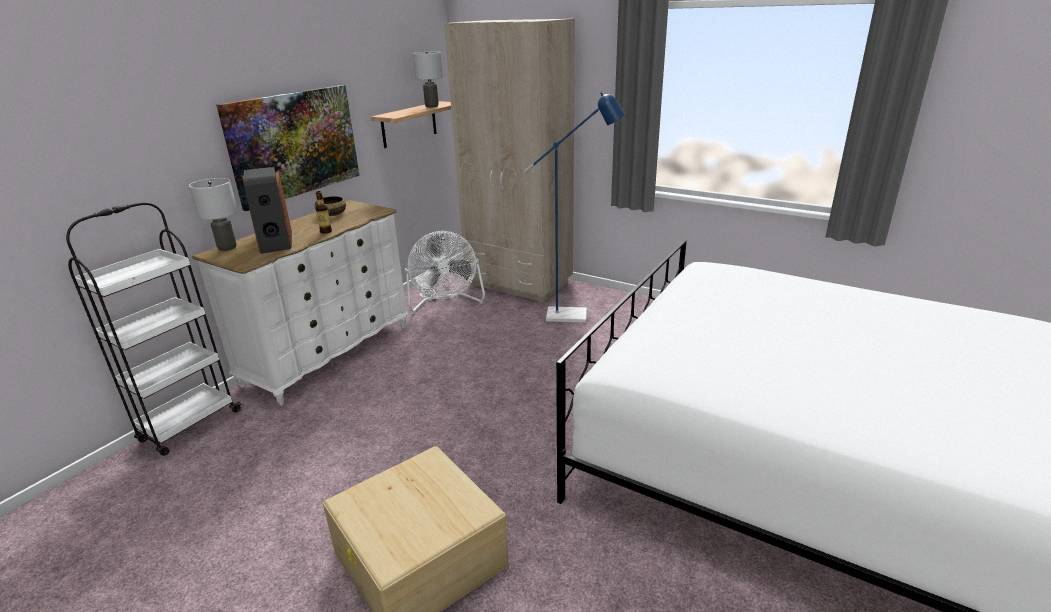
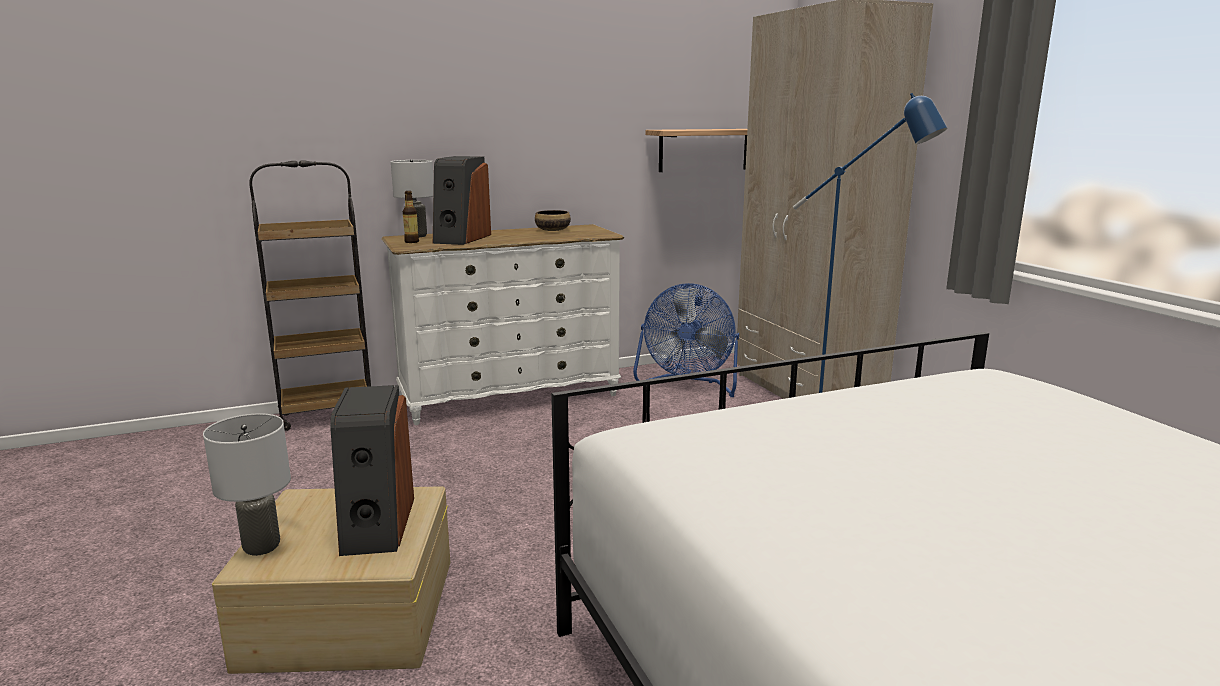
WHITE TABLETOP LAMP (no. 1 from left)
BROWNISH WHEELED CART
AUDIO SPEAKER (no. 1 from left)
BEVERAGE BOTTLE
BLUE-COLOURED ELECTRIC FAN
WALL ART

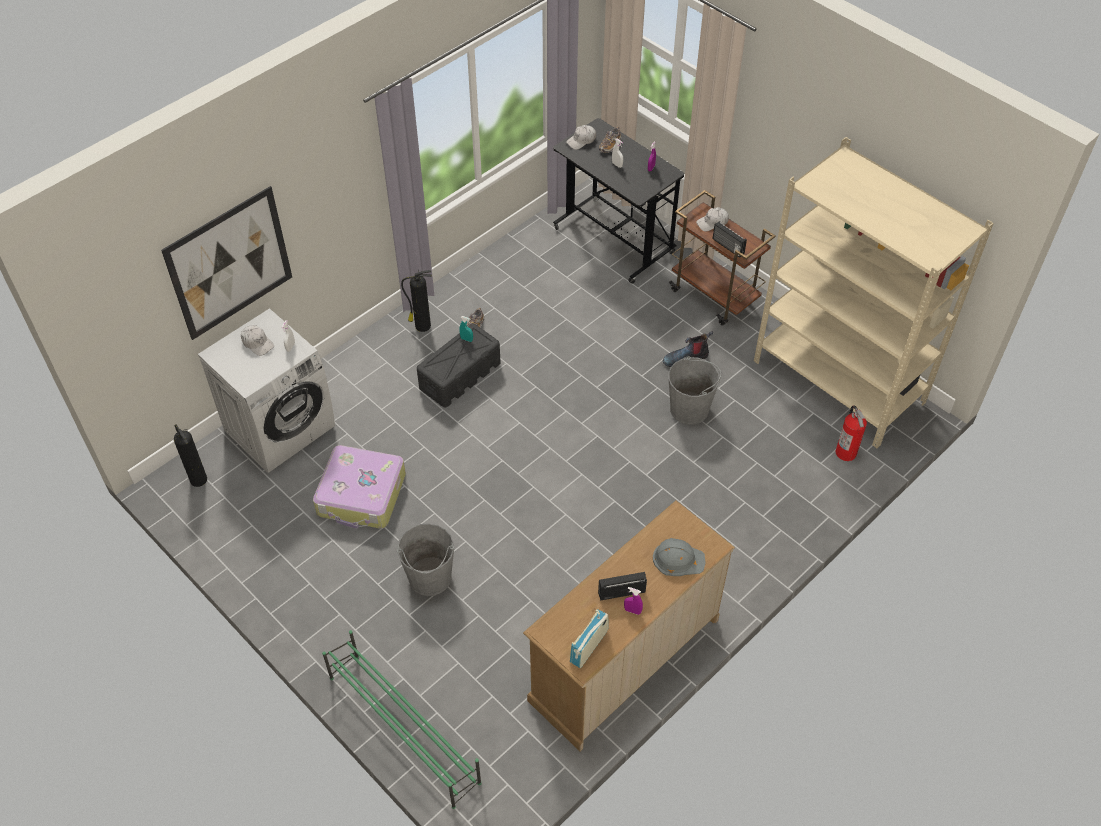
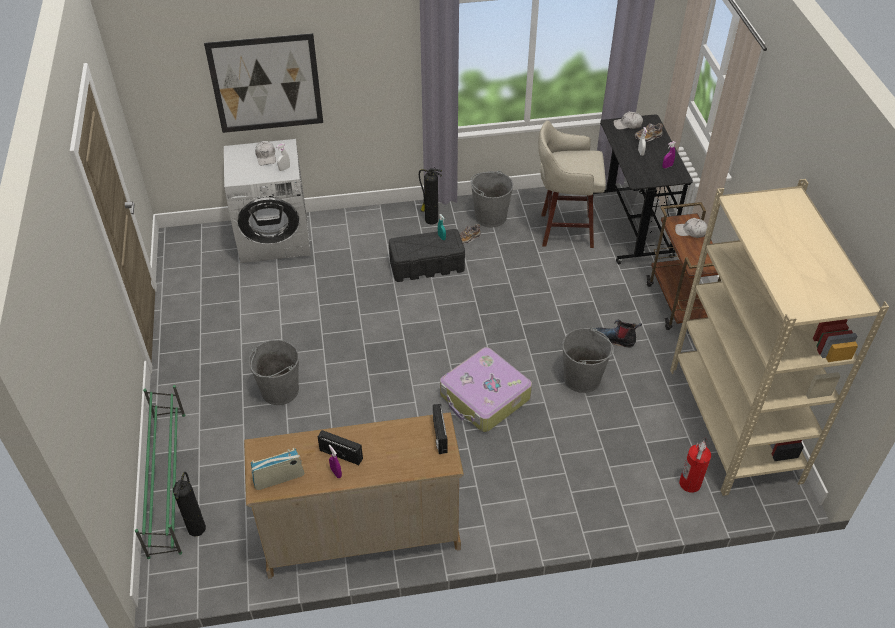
EXTINGUISHER (no. 1 from left)
RADIO RECEIVER (no. 3 from left)
PIECE OF LUGGAGE
GREY PAIL (no. 2 from left)
BEIGE-COLOURED SITTING STOOL
GREY HARD HAT

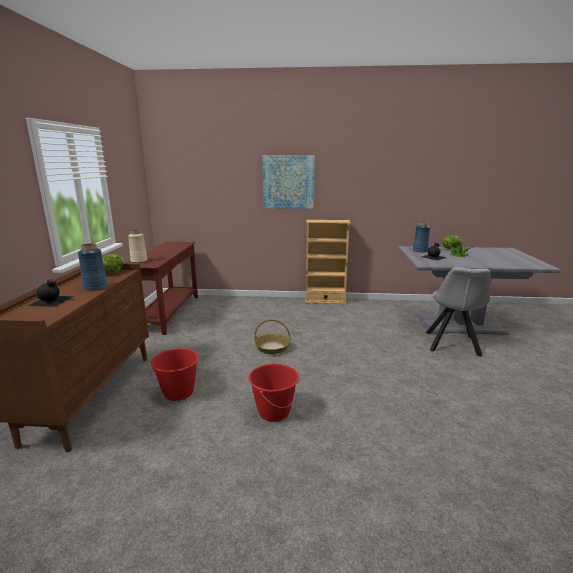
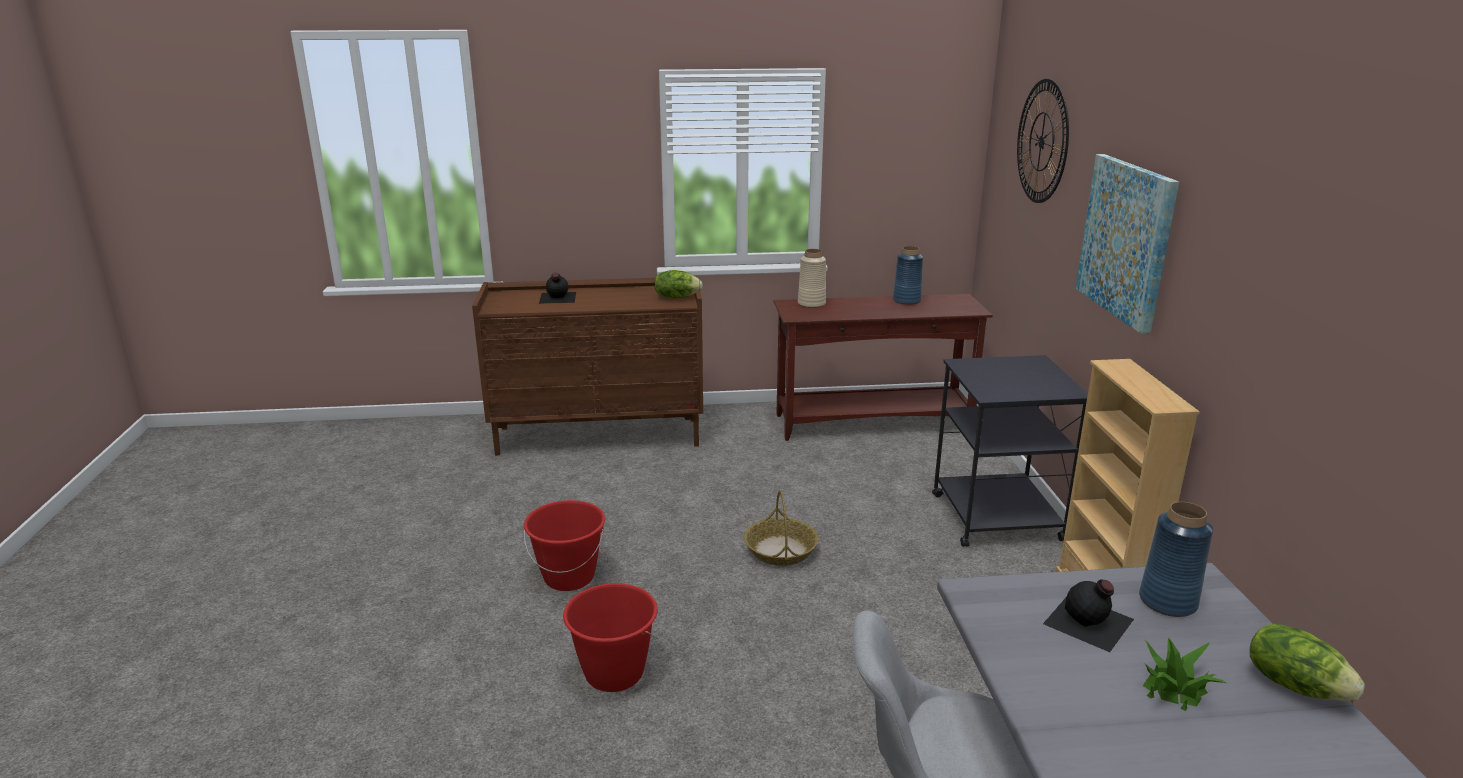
RED-COLOURED PAIL (no. 2 from left)
BLUE-COLOURED DECORATIVE VASE (no. 1 from left)
BLACK-COLOURED WHEELED CART
CLOCK ON THE WALL

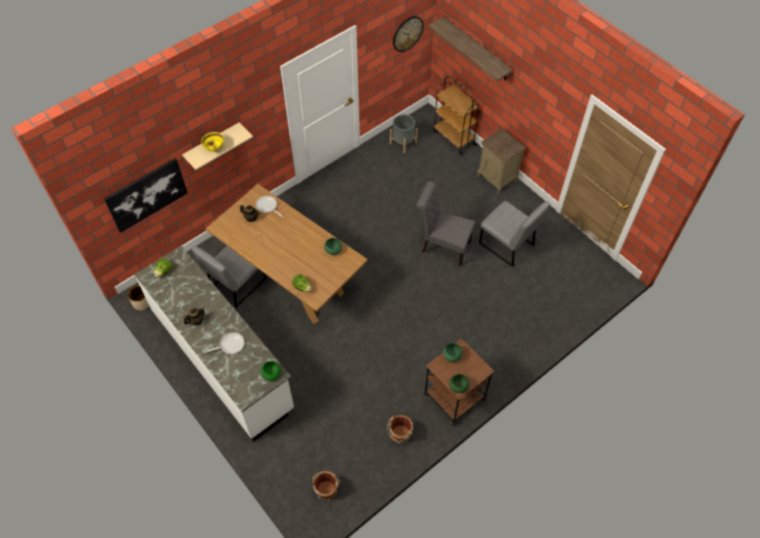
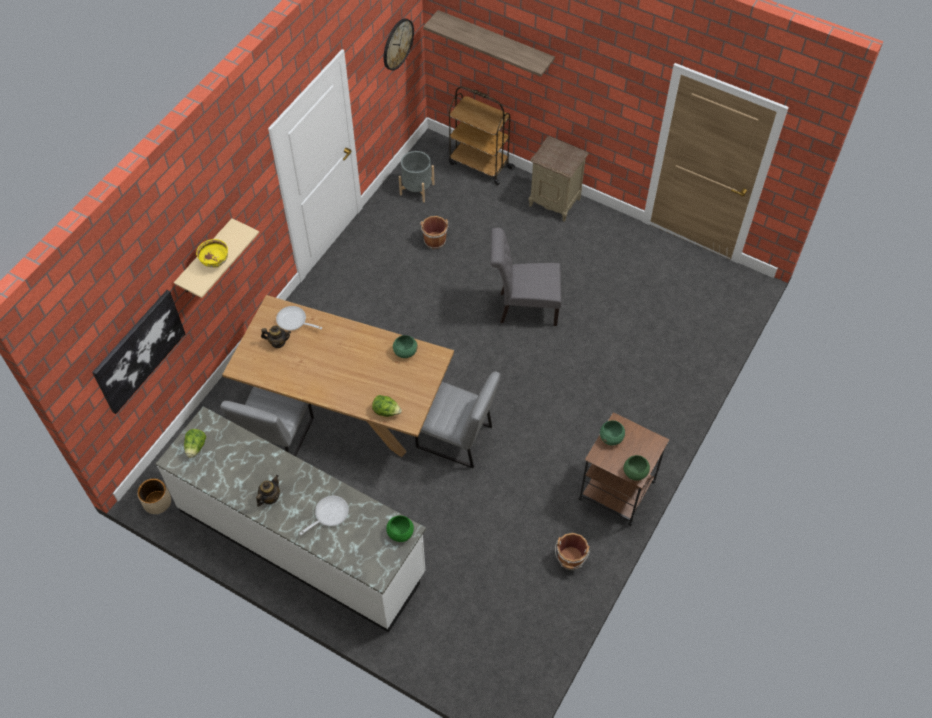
GREY CHAIR (no. 2 from left)
BROWNISH PAIL (no. 1 from left)

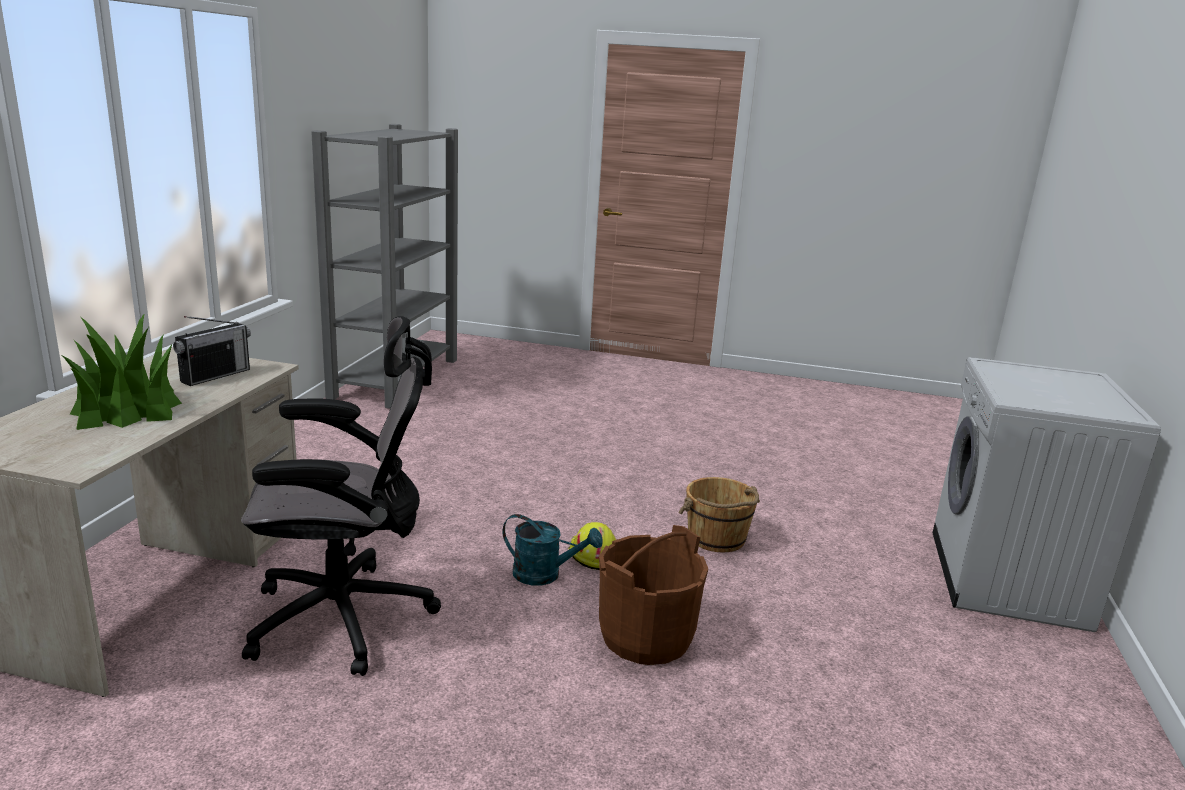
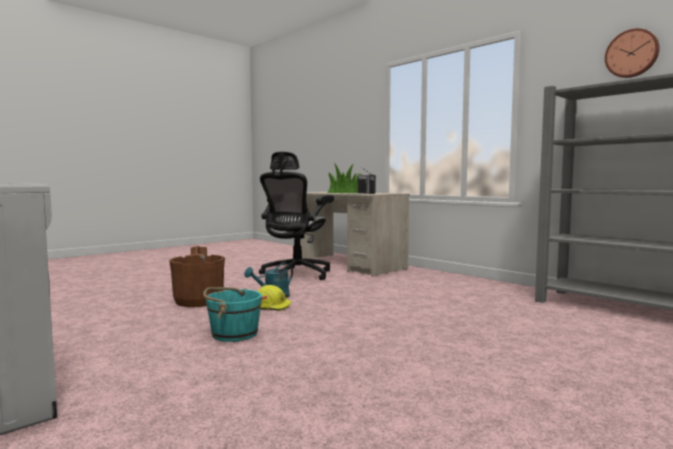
TURQUOISE PAIL
CLOCK ON THE WALL

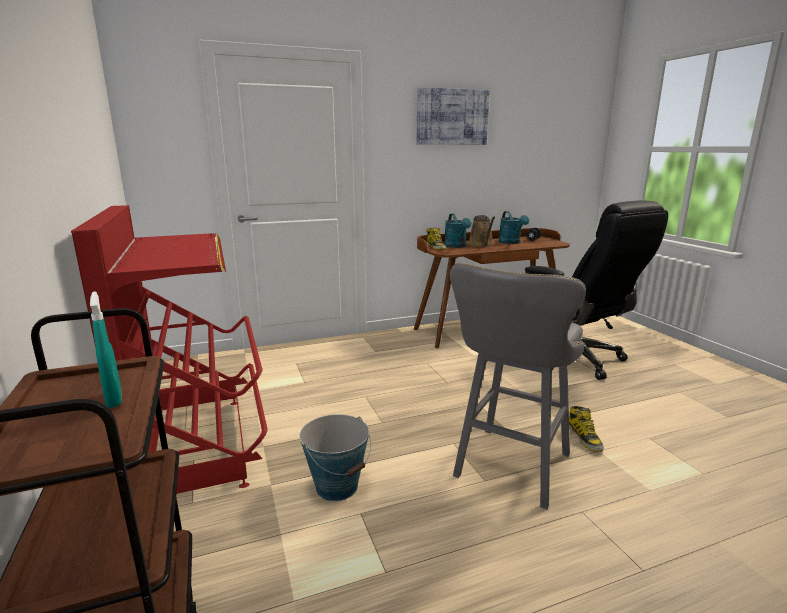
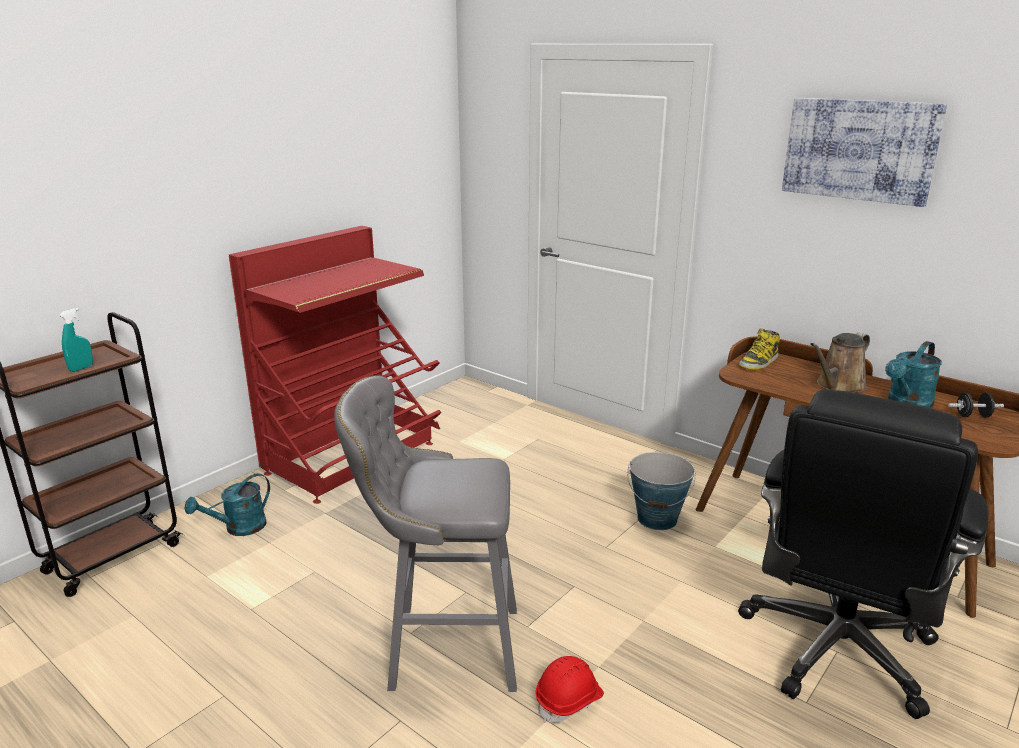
TURQUOISE SPRINKLING CAN (no. 1 from left)
RED-COLOURED HARD HAT
PAIL

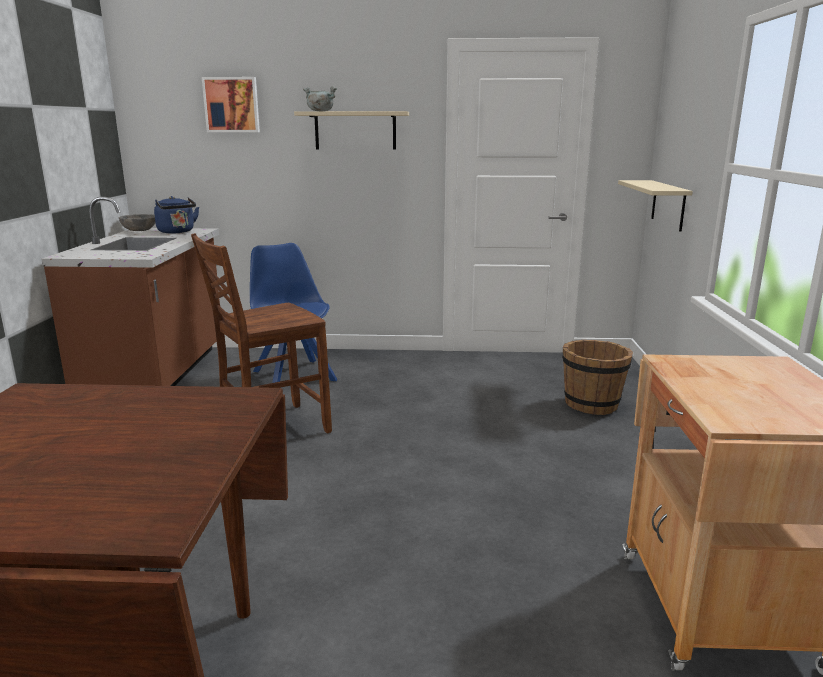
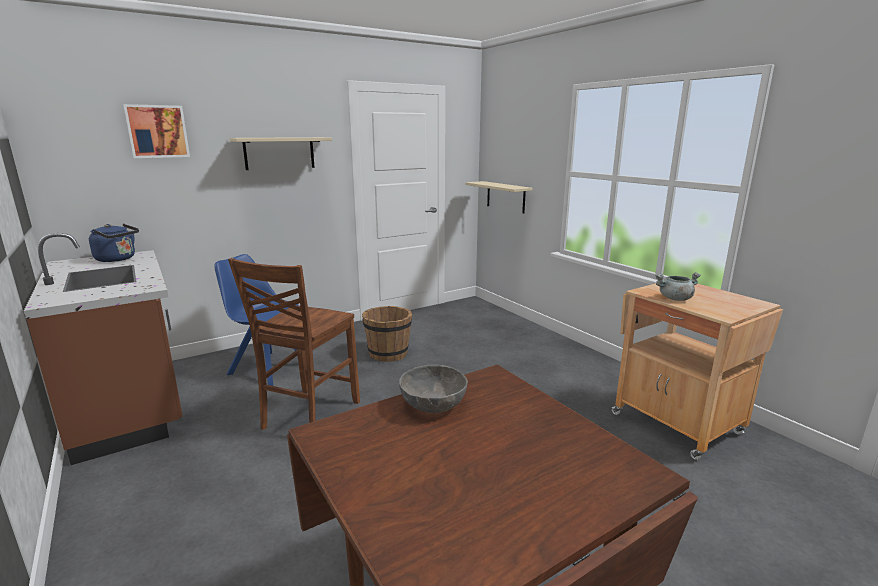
BROWNISH PAIL
GREY SERVING BOWL
GREY COOKING POT

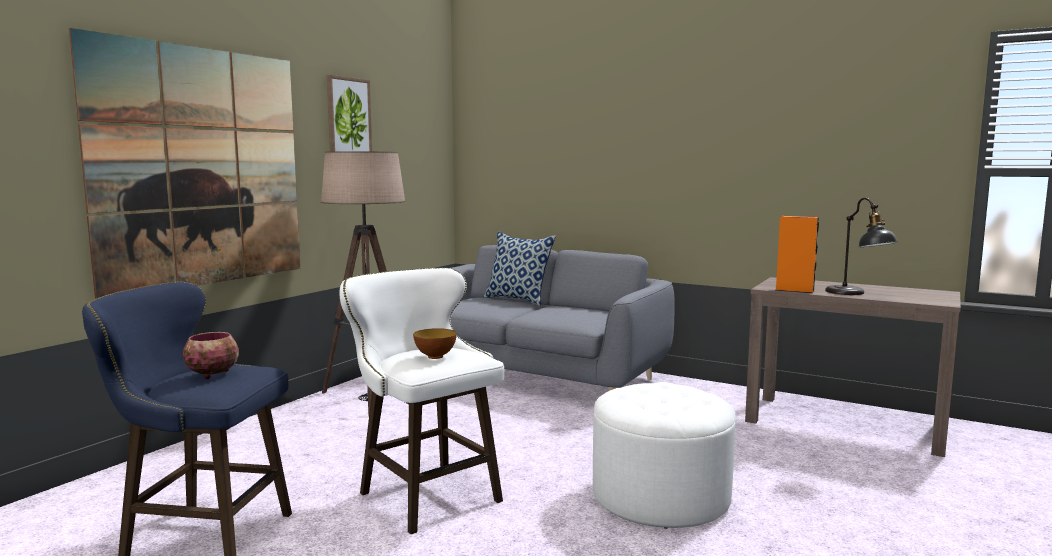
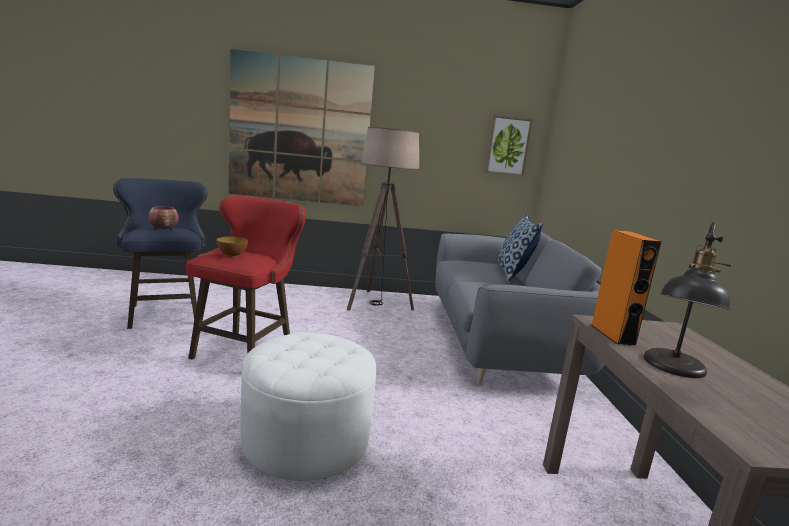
RED-COLOURED SITTING STOOL
WALL ART (no. 2 from left)

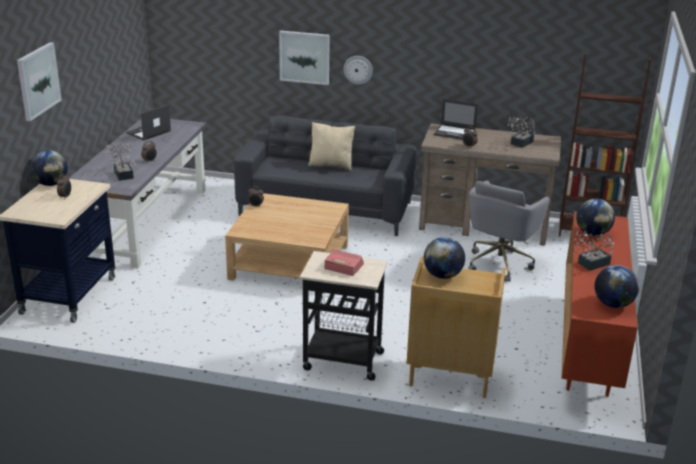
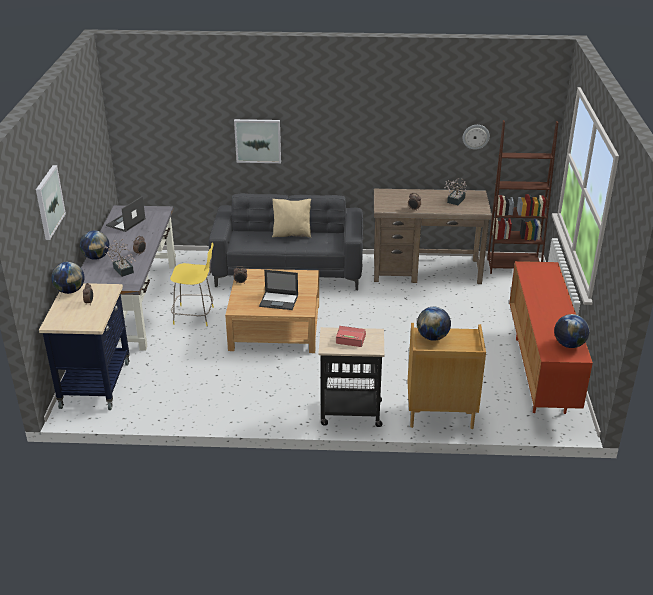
GLOBE (no. 2 from left)
YELLOWISH SITTING STOOL
PORTABLE COMPUTER (no. 2 from left)
CLOCK ON THE WALL
GREY OFFICE CHAIR
POTTED PLANT (no. 3 from left in the first image)

